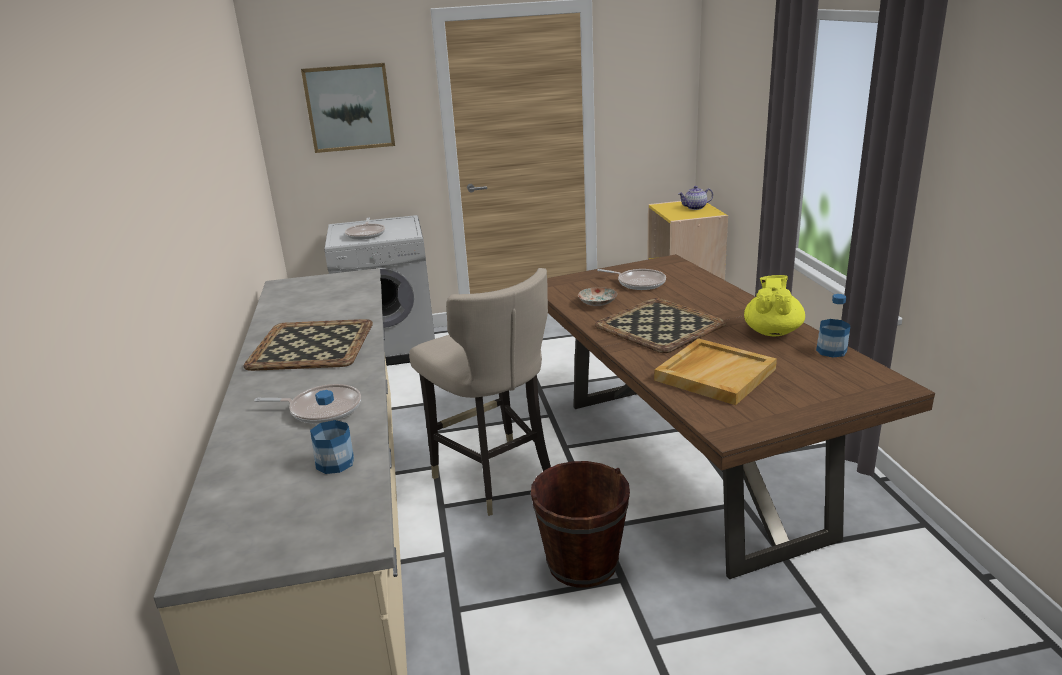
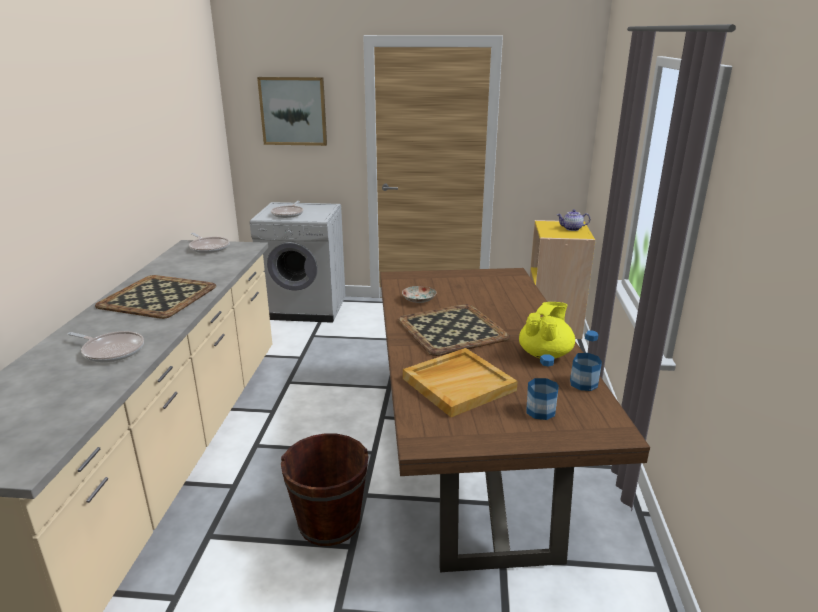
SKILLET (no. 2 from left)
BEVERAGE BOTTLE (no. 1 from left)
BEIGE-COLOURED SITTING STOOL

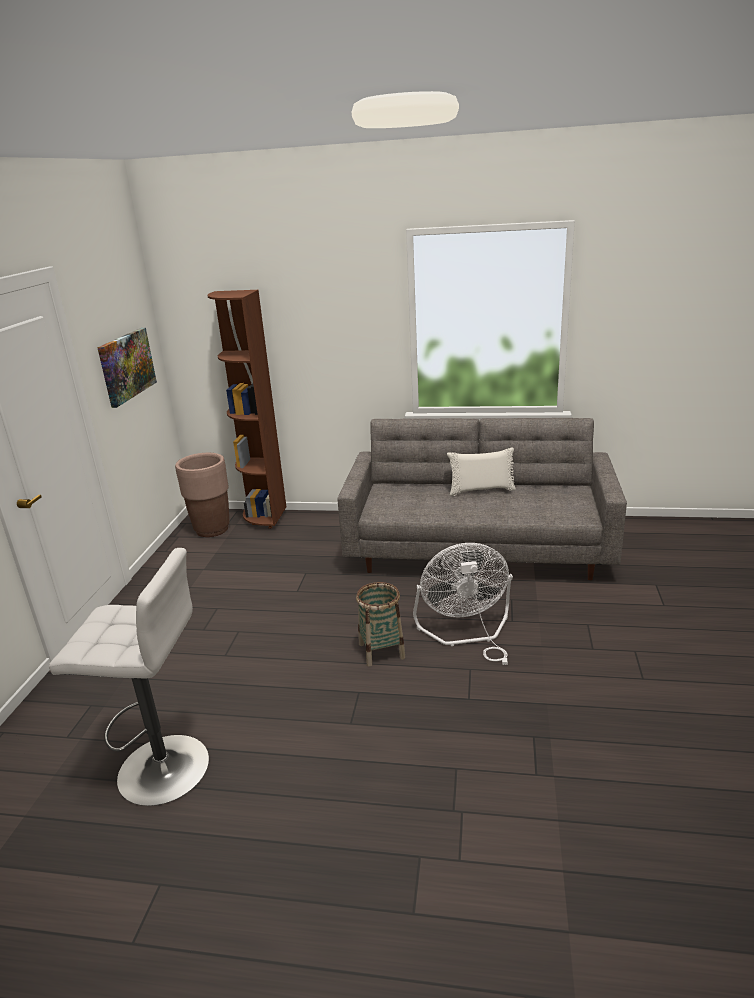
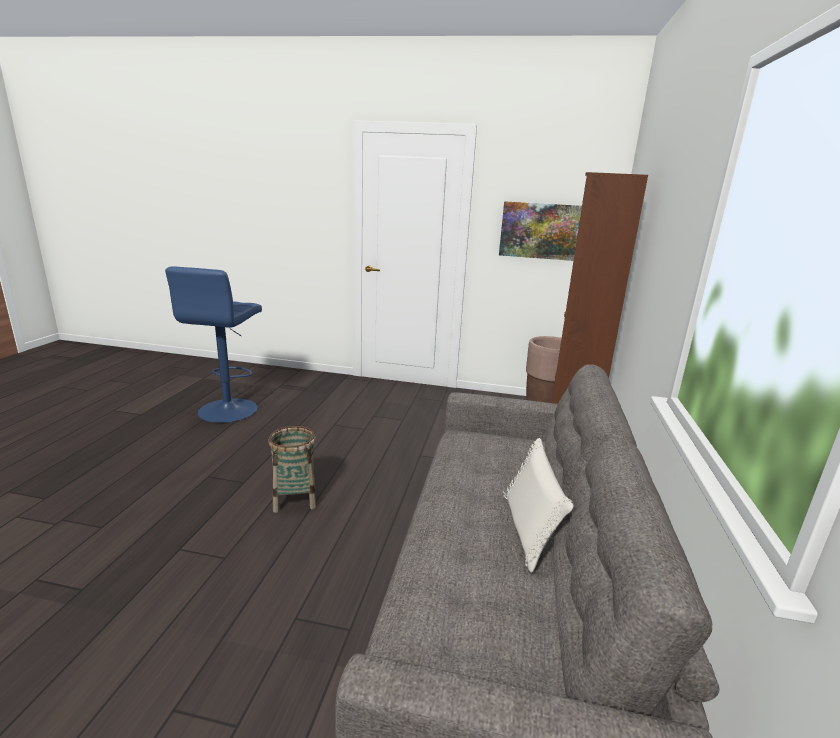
BLUE-COLOURED SITTING STOOL
WHITE ELECTRIC FAN

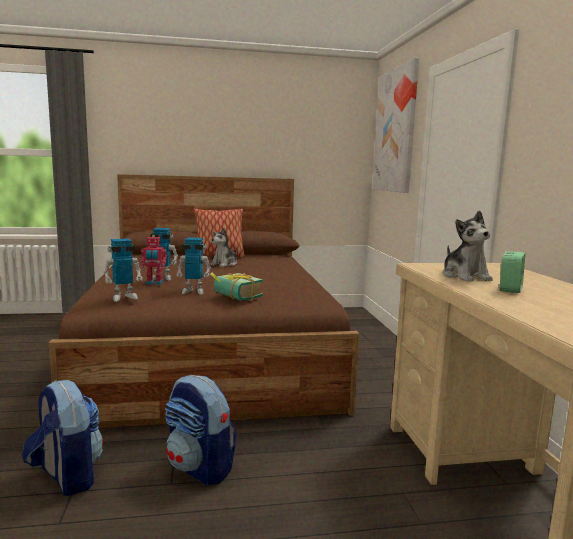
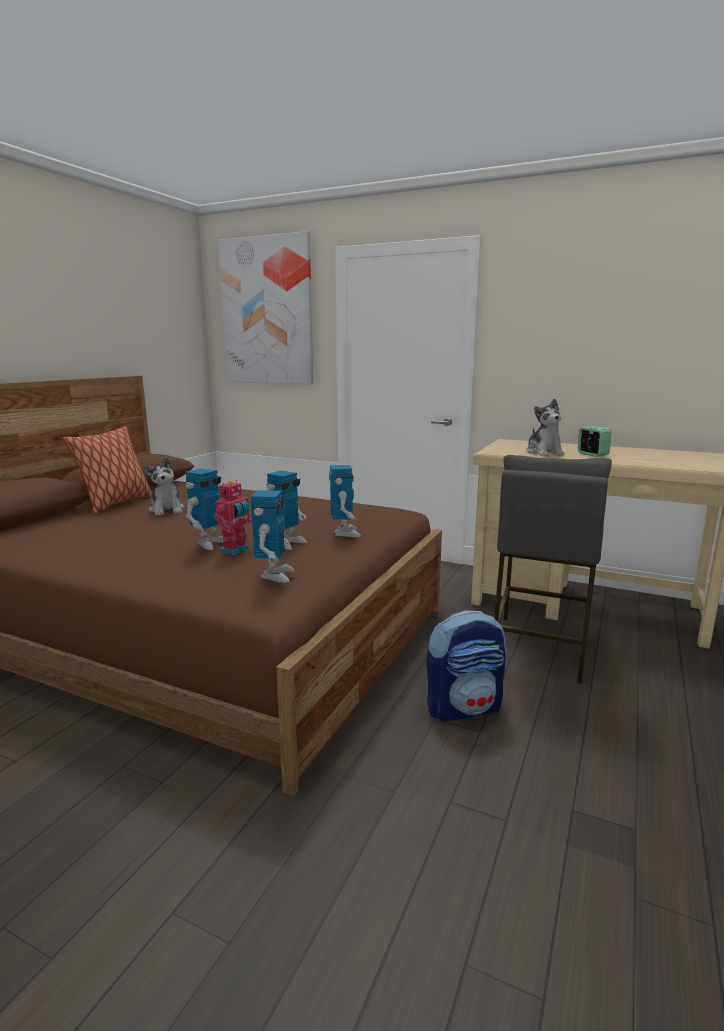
ROBOT FIGURE (no. 5 from left)
GREY SITTING STOOL
PLUSH TOY (no. 2 from left)
KNAPSACK (no. 1 from left in the first image)

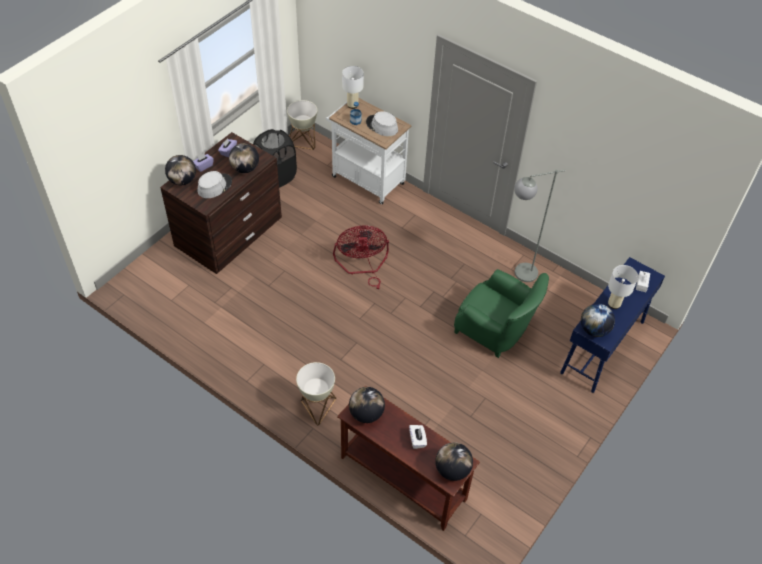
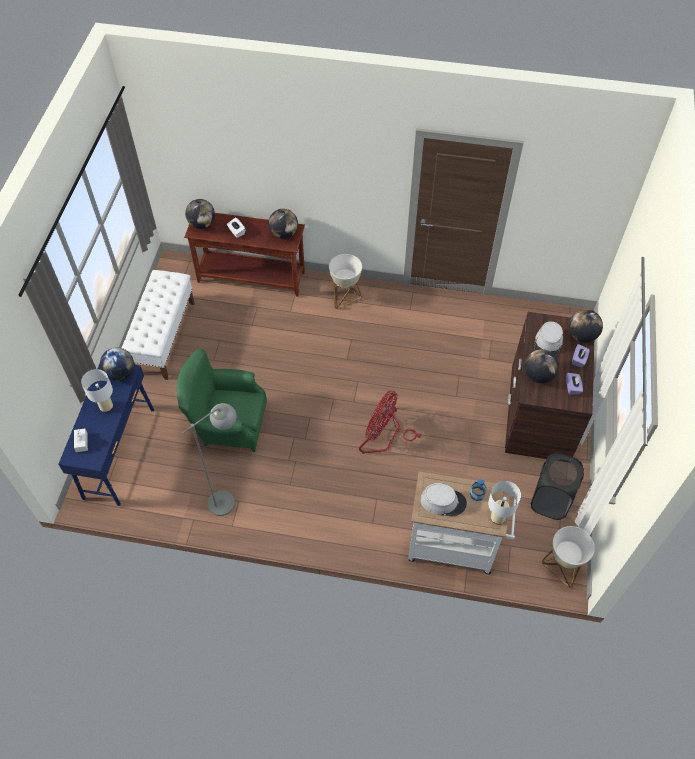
WHITE BENCH
RED-COLOURED ELECTRIC FAN

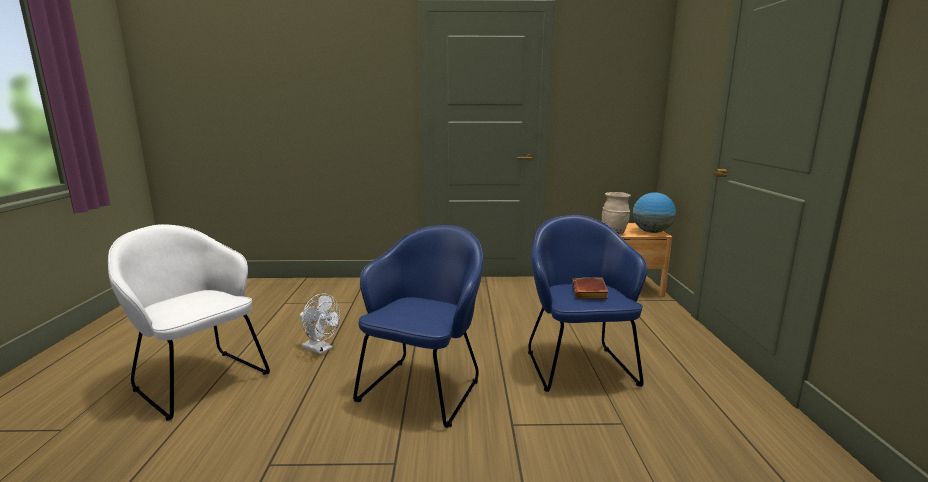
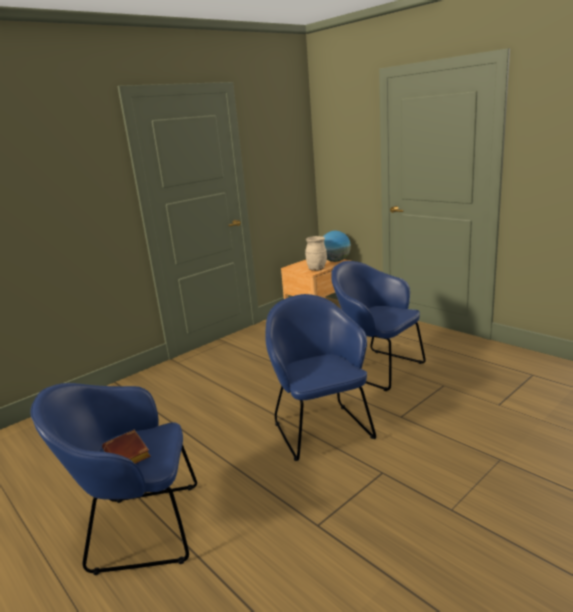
BLUE-COLOURED EASY CHAIR (no. 1 from left)
BROWNISH BOUND BOOK
WHITE ELECTRIC FAN

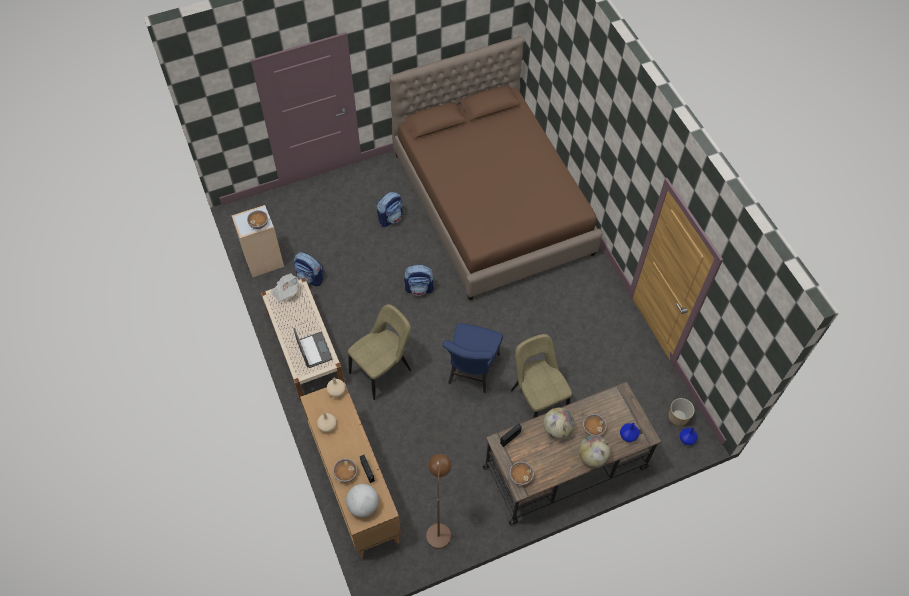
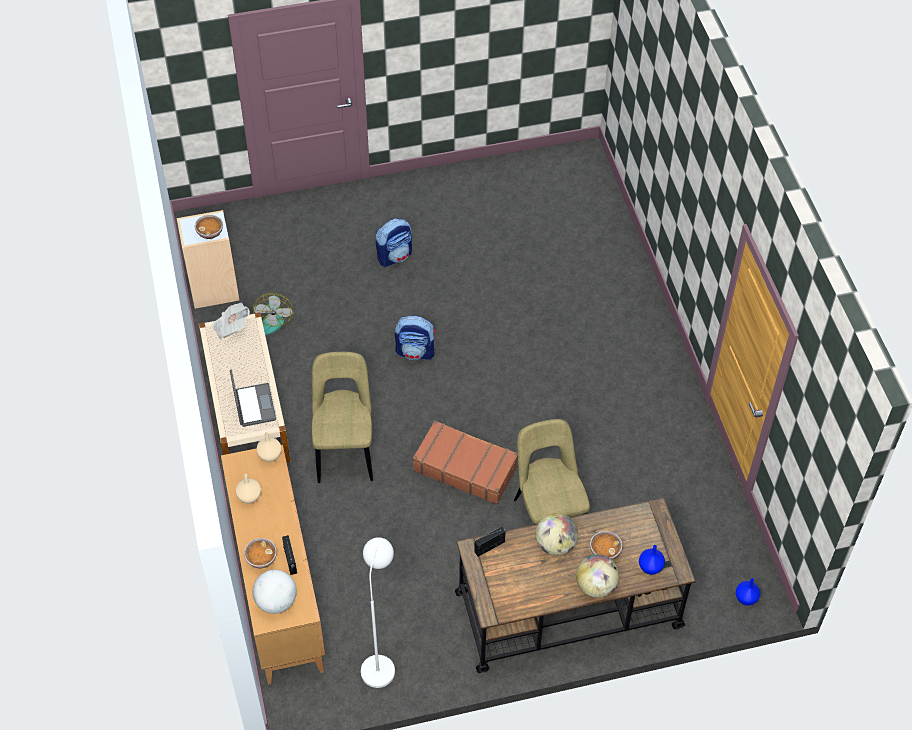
ELECTRIC FAN
BEIGE-COLOURED CHAIR (no. 1 from left)
WHITE FLOOR LAMP
BROWNISH PIECE OF LUGGAGE
BROWNISH BED
SERVING BOWL (no. 3 from left in the first image)
PLANTER

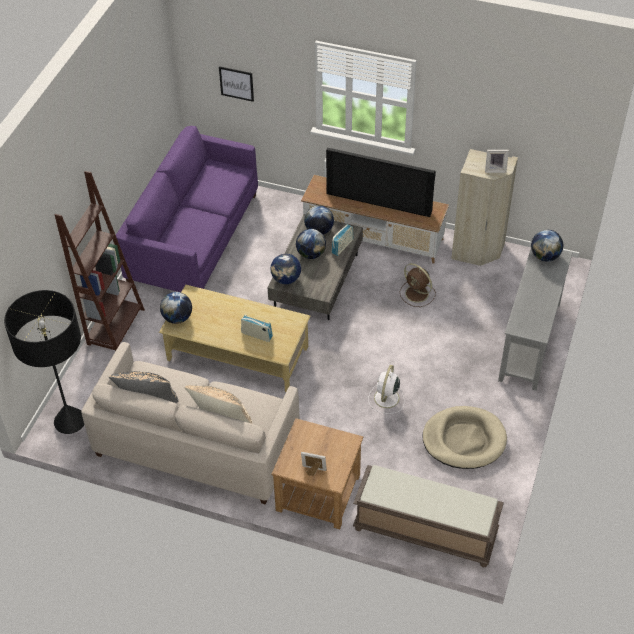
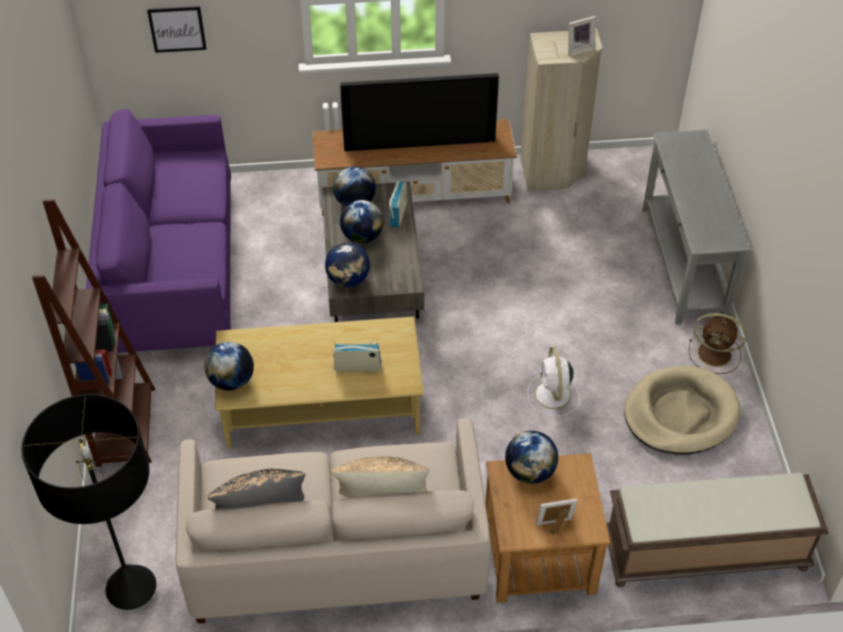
GLOBE (no. 5 from left)
BROWNISH ELECTRIC FAN

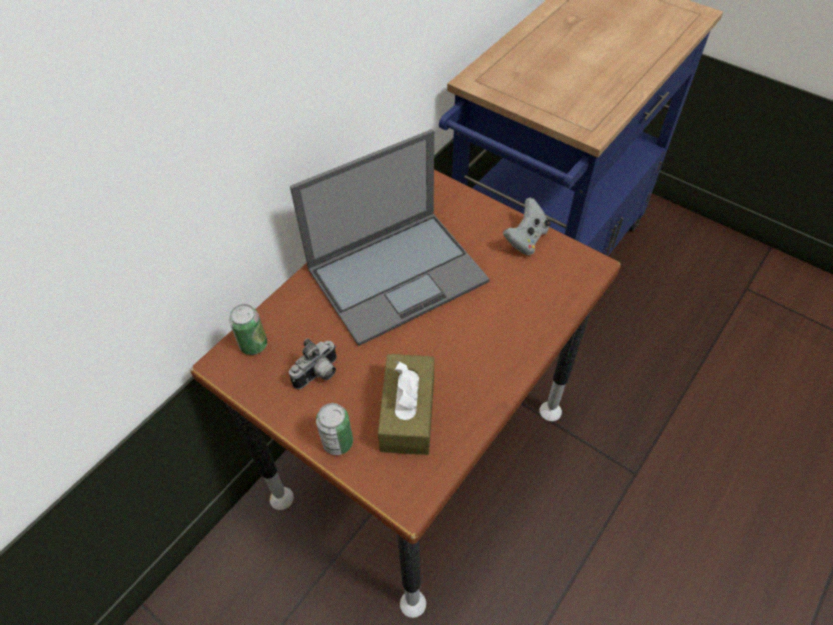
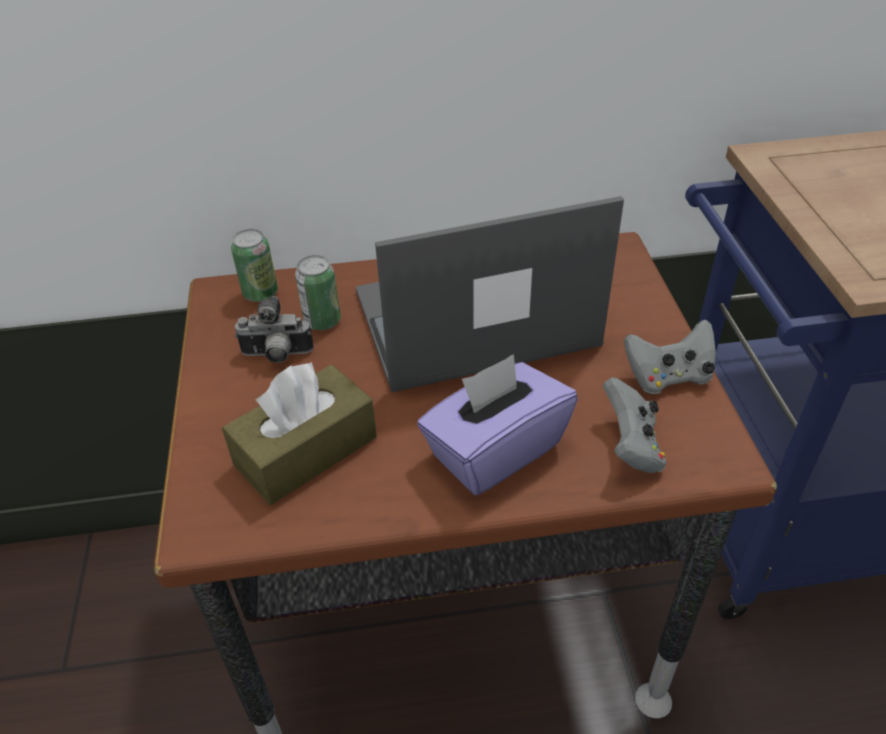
CAN (no. 2 from left)
PORTABLE COMPUTER
PURPLISH TISSUE HOLDER
GREY JOYPAD (no. 1 from left)

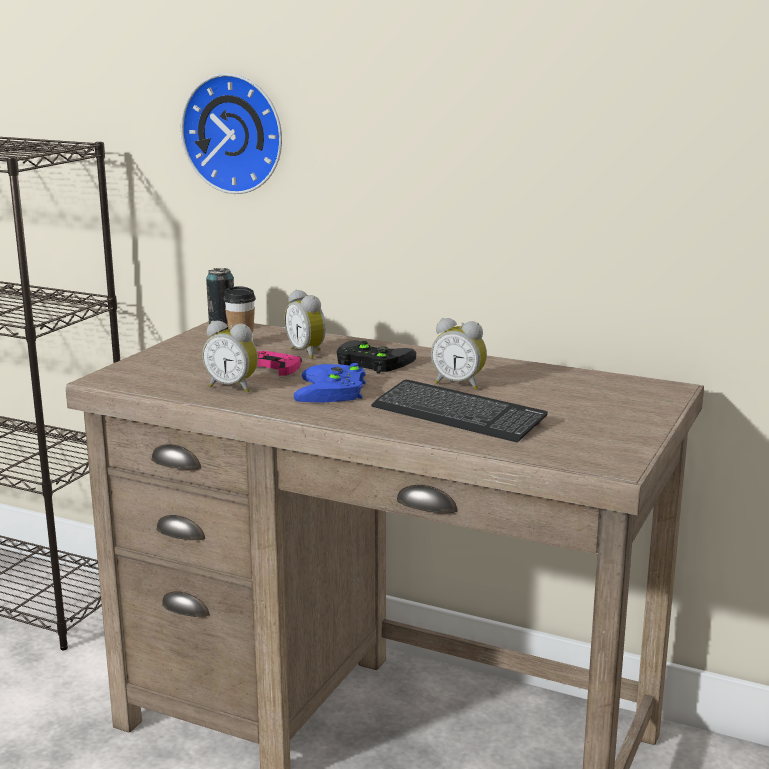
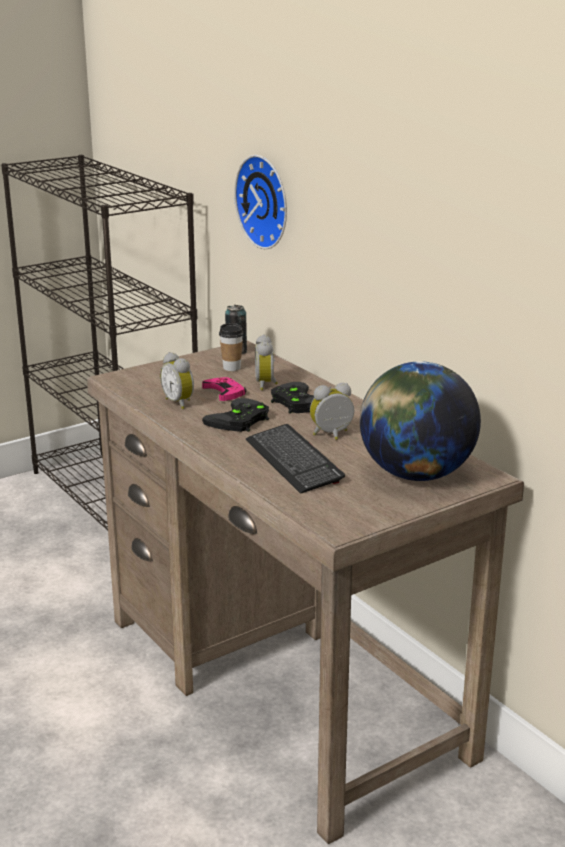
BLACK-COLOURED JOYPAD (no. 1 from left)
ALARM CLOCK (no. 3 from left)
GLOBE

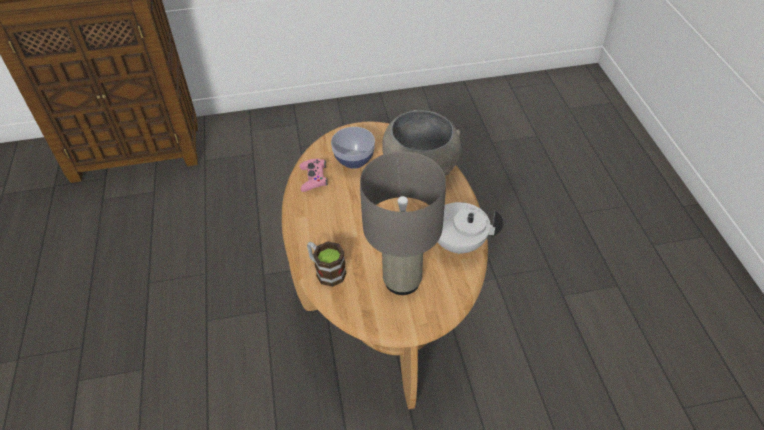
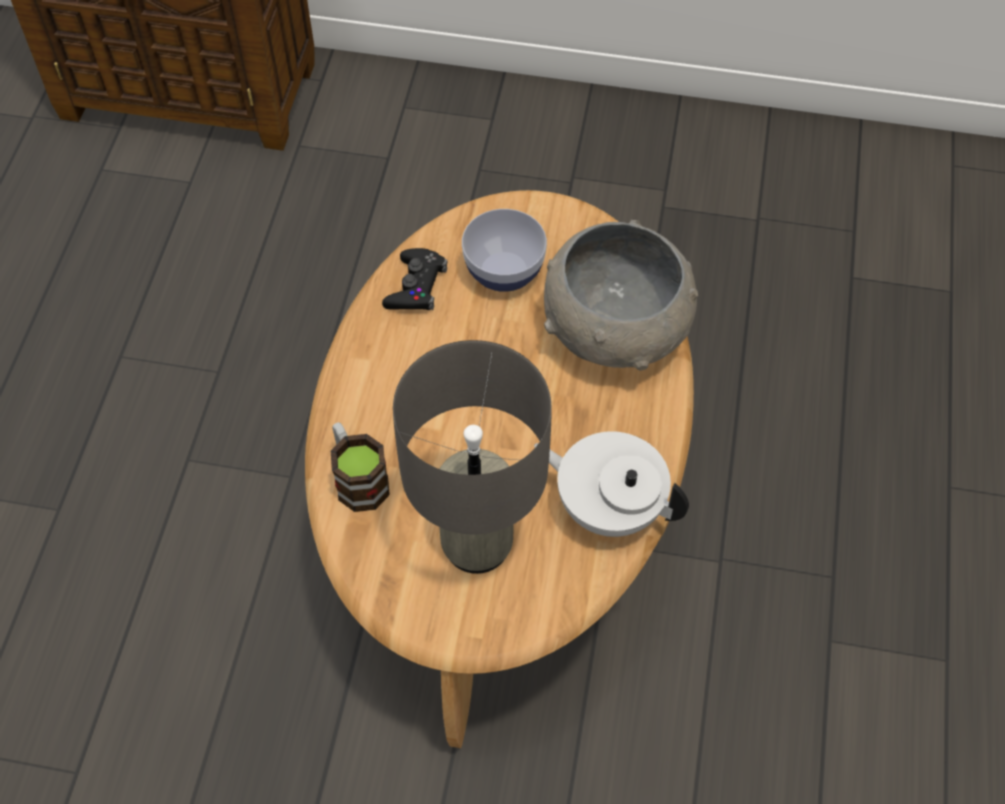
BLACK-COLOURED JOYPAD

